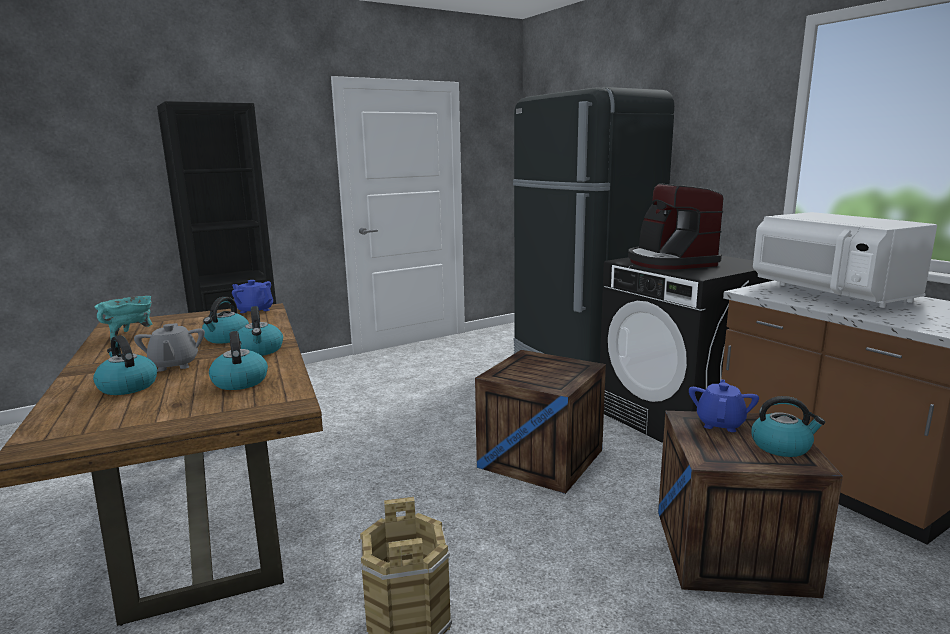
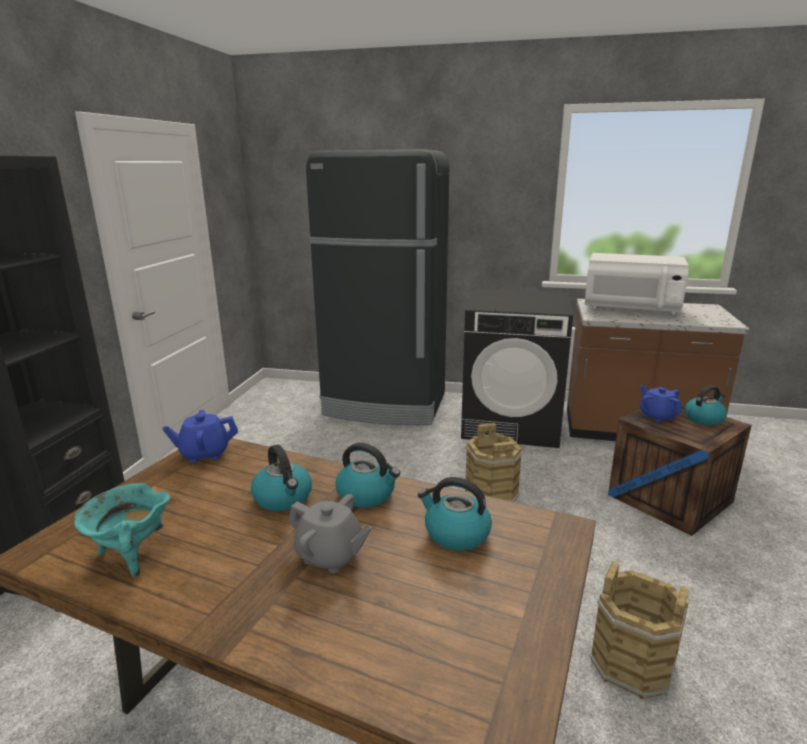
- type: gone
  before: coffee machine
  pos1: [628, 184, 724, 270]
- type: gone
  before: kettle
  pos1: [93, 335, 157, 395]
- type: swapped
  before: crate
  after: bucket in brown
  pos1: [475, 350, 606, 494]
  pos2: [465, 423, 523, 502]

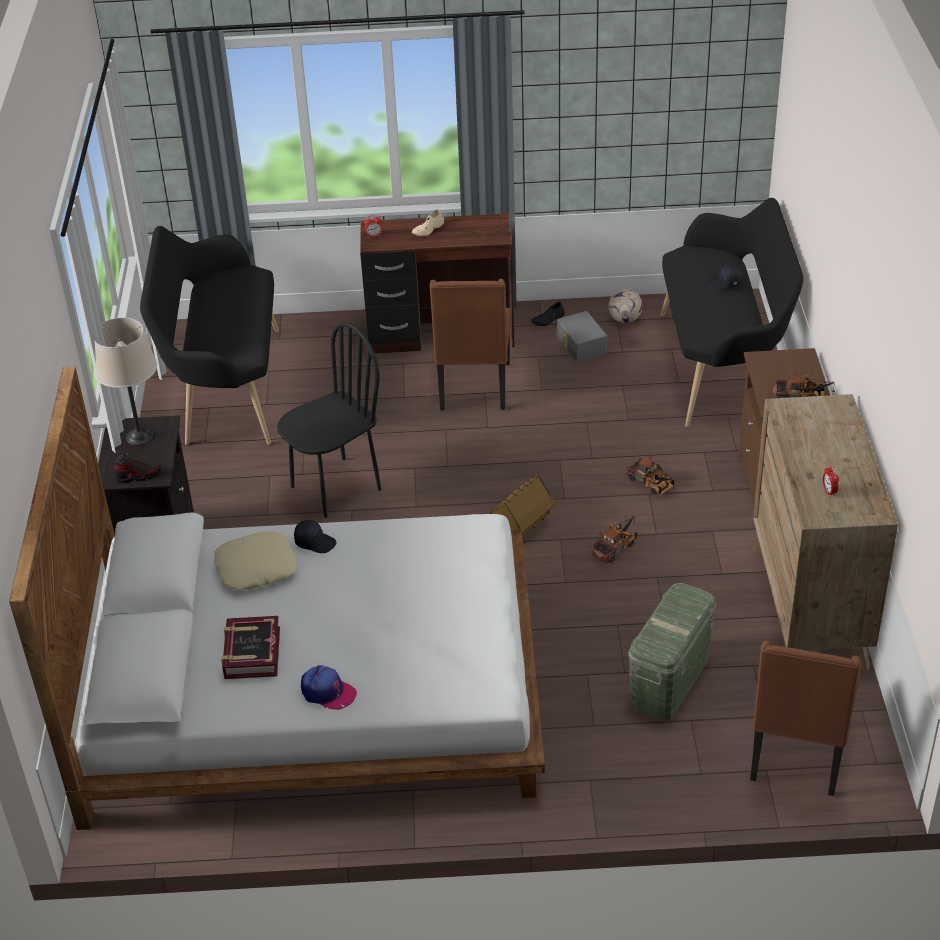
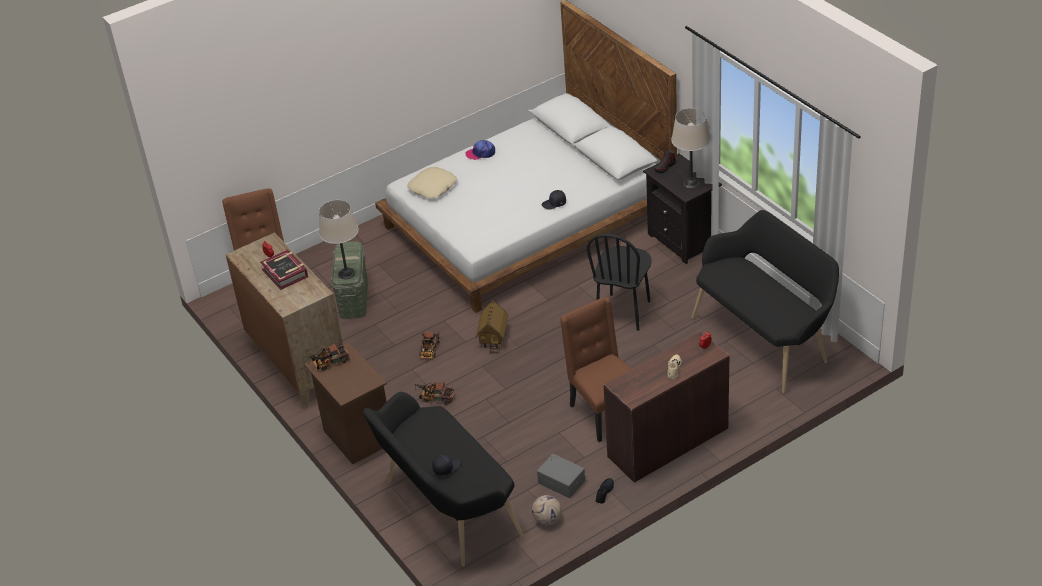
- type: shifted
  before: pillow in beige
  pos1: [214, 531, 297, 590]
  pos2: [407, 167, 457, 198]
- type: shifted
  before: book
  pos1: [221, 616, 280, 679]
  pos2: [260, 249, 308, 290]
- type: new
  after: table lamp in beige
  pos2: [319, 200, 359, 279]

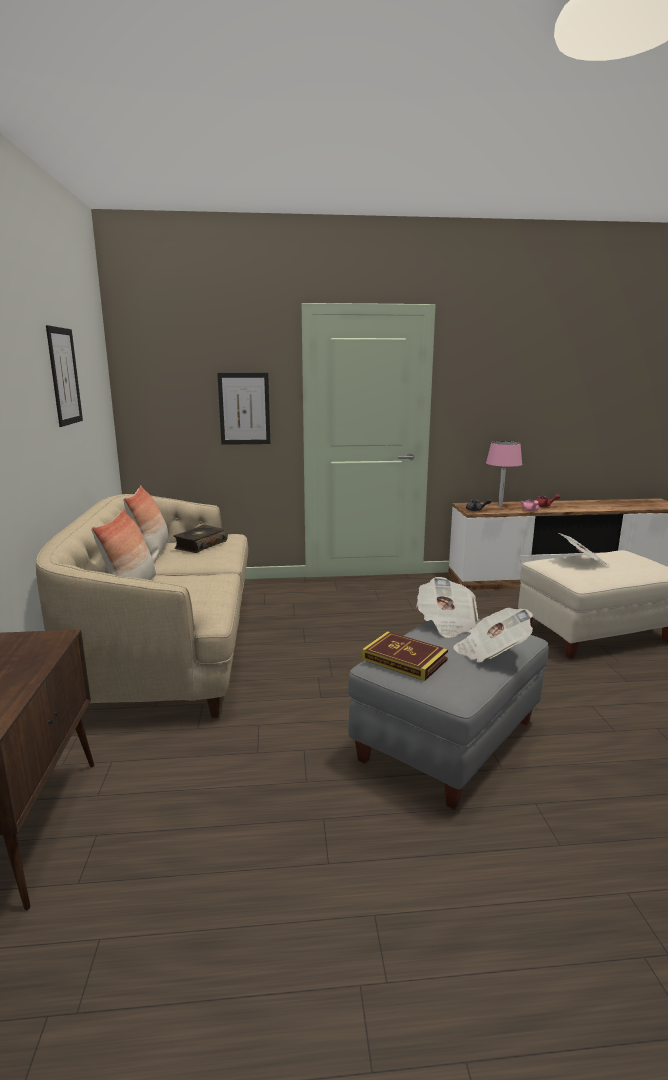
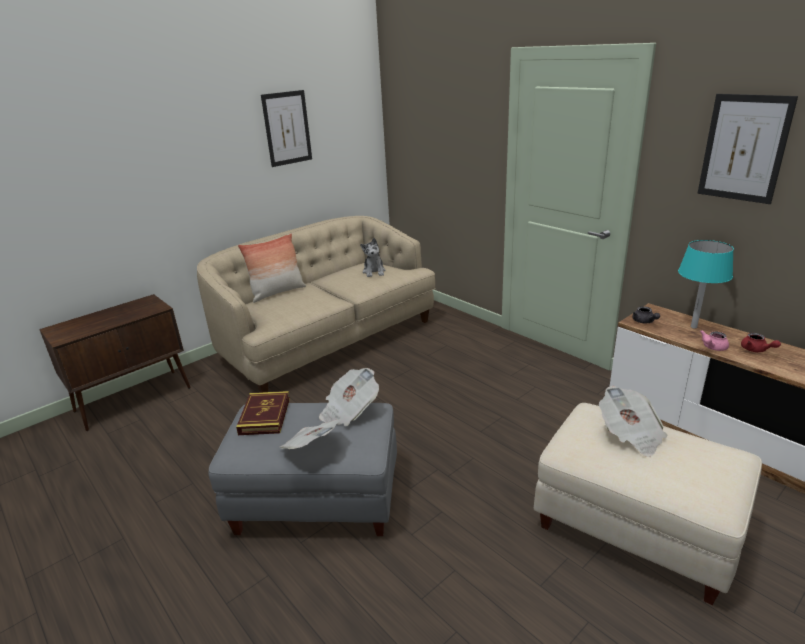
- type: shifted
  before: picture
  pos1: [217, 373, 270, 445]
  pos2: [698, 94, 798, 204]
- type: repainted
  before: table lamp in pink
  after: table lamp in turquoise
  pos1: [486, 441, 522, 506]
  pos2: [678, 240, 734, 329]
- type: gone
  before: pillow
  pos1: [123, 486, 168, 562]
- type: swapped
  before: book
  after: plush toy
  pos1: [173, 525, 228, 553]
  pos2: [360, 238, 386, 277]

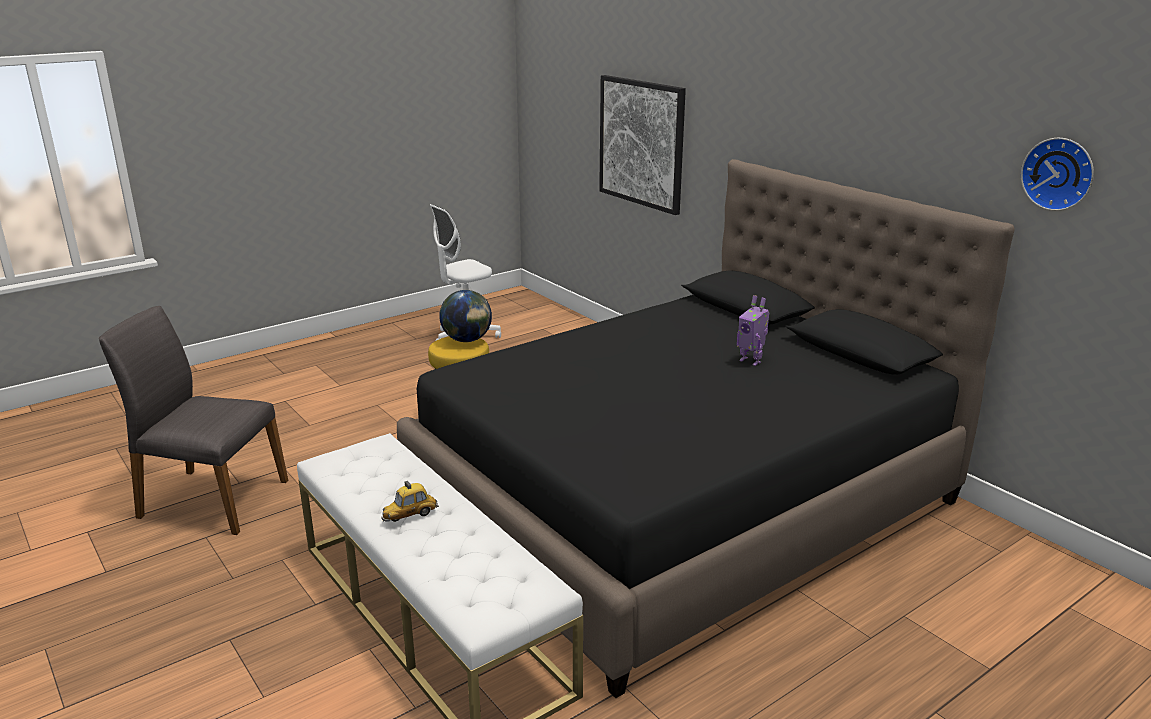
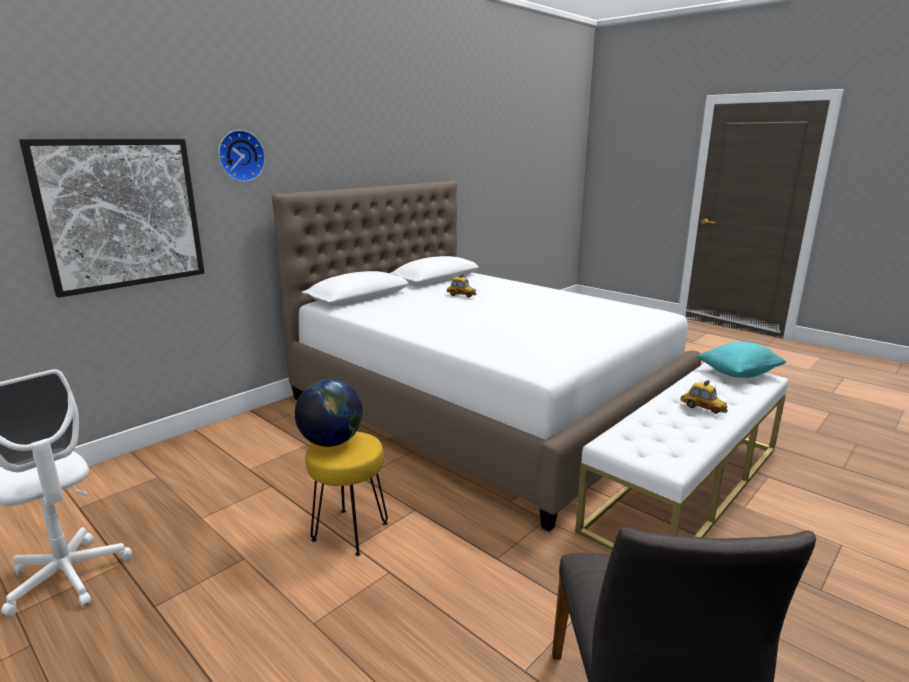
- type: shifted
  before: wall clock
  pos1: [1021, 138, 1094, 211]
  pos2: [218, 130, 265, 182]
- type: repainted
  before: bed in black
  after: bed in white
  pos1: [397, 159, 1015, 698]
  pos2: [272, 181, 701, 531]
- type: swapped
  before: toy robot
  after: toy car
  pos1: [737, 295, 769, 366]
  pos2: [446, 274, 476, 297]
- type: new
  after: pillow in turquoise
  pos2: [696, 342, 786, 378]

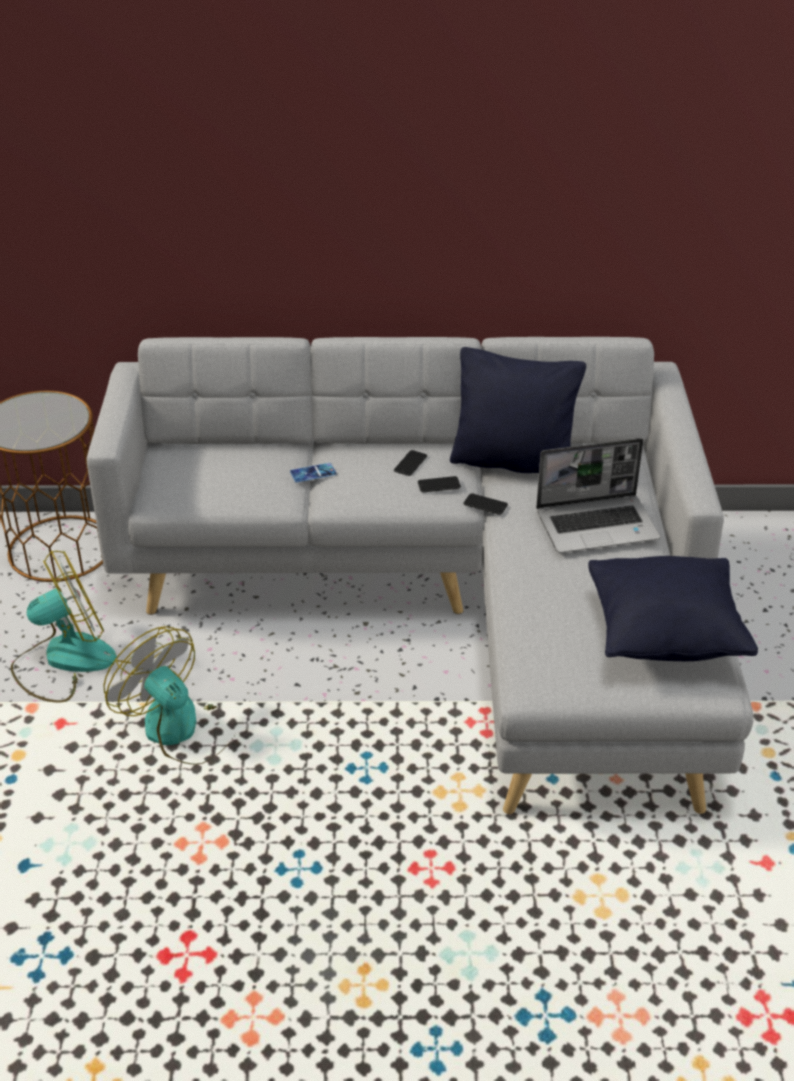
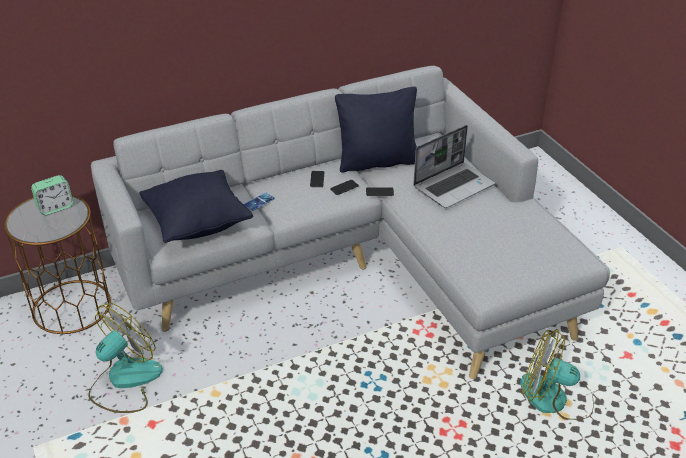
- type: shifted
  before: pillow in black
  pos1: [588, 556, 758, 661]
  pos2: [140, 170, 253, 243]
- type: shifted
  before: fan
  pos1: [103, 626, 234, 765]
  pos2: [520, 329, 594, 420]
- type: new
  after: alarm clock
  pos2: [31, 175, 73, 215]

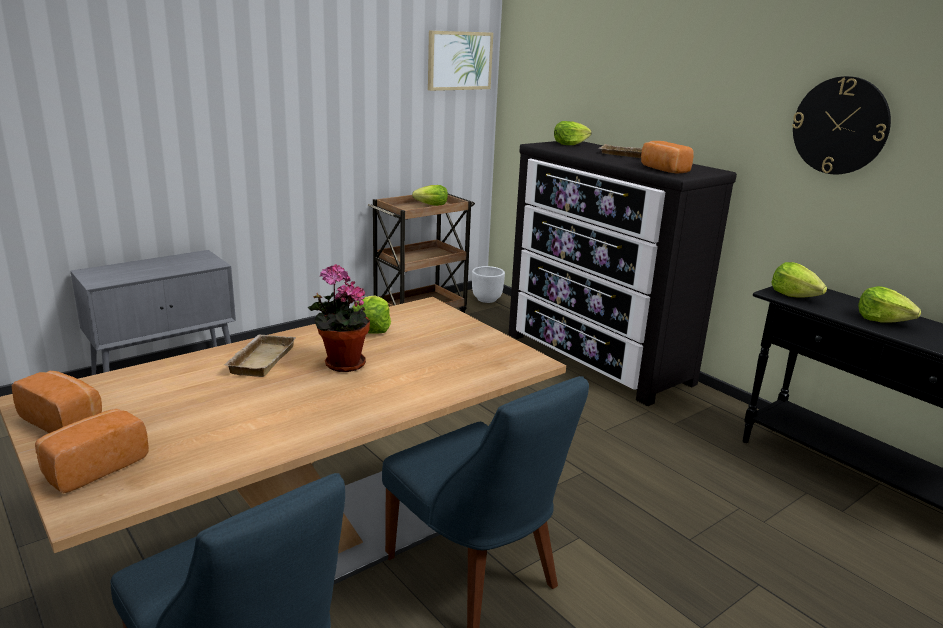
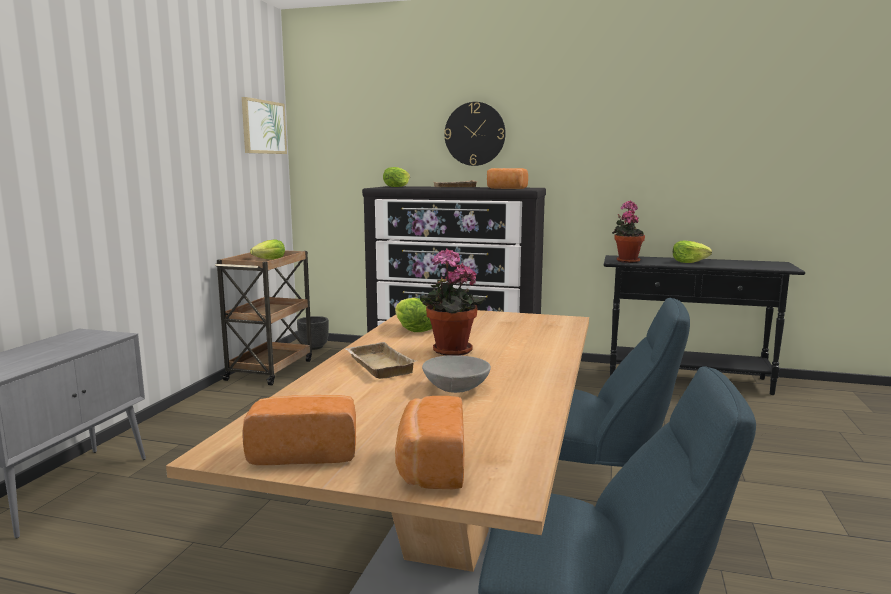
- type: shifted
  before: wall clock
  pos1: [792, 76, 891, 174]
  pos2: [444, 102, 506, 166]
- type: swapped
  before: lettuce
  after: potted plant
  pos1: [771, 262, 827, 297]
  pos2: [612, 200, 645, 263]
- type: repainted
  before: planter in white
  after: planter in black
  pos1: [472, 266, 505, 303]
  pos2: [297, 316, 329, 350]
- type: new
  after: bowl in grey
  pos2: [422, 355, 491, 393]

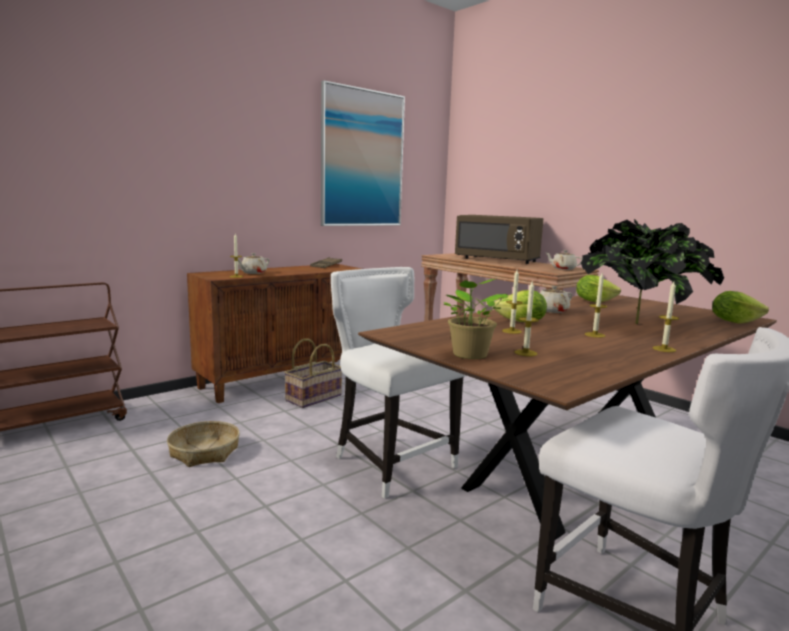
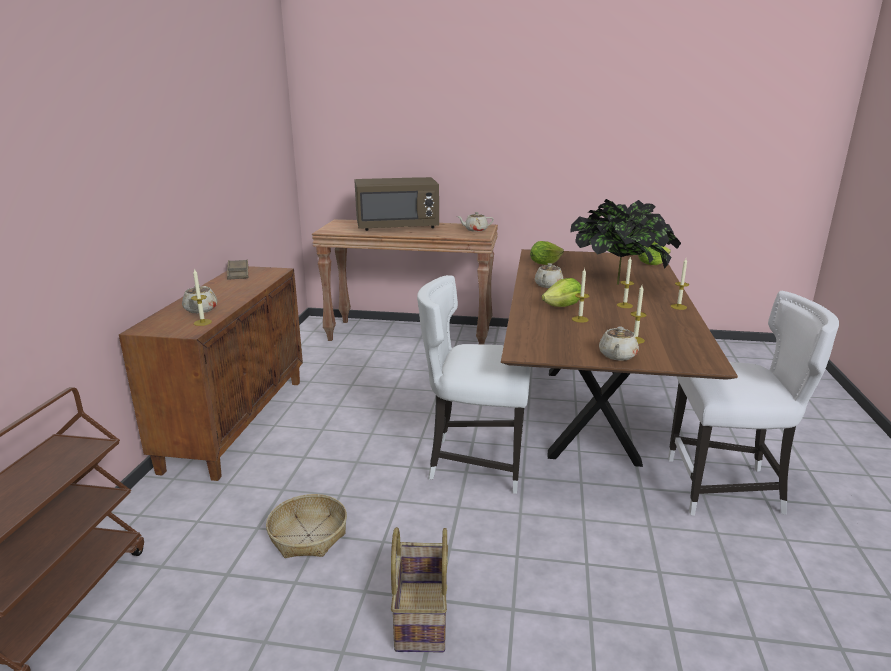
- type: gone
  before: picture
  pos1: [321, 80, 405, 226]
- type: swapped
  before: potted plant
  after: teapot in beige
  pos1: [443, 279, 510, 359]
  pos2: [599, 327, 639, 361]
- type: shifted
  before: basket
  pos1: [284, 338, 342, 408]
  pos2: [391, 527, 448, 653]

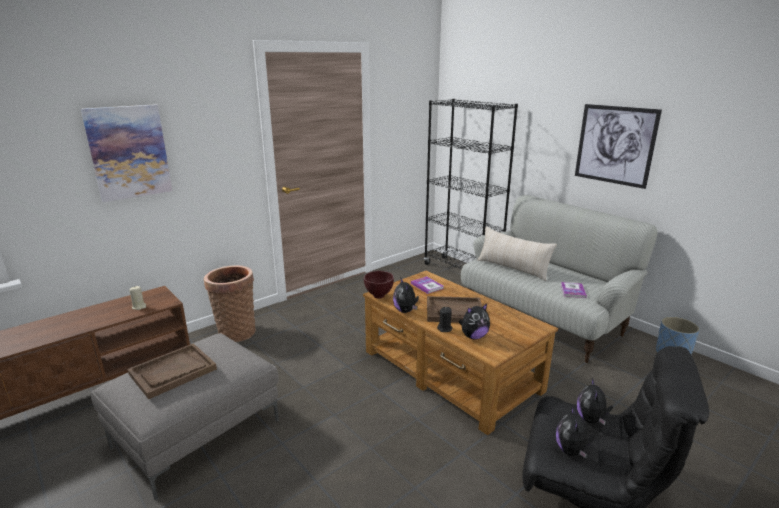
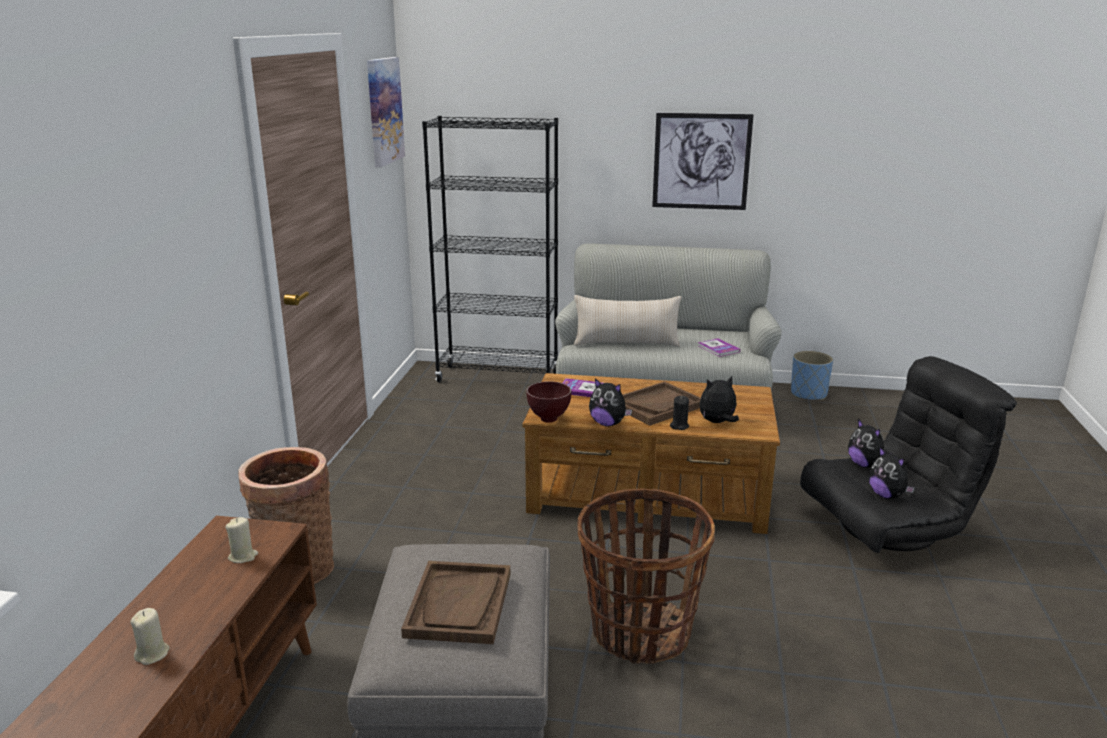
- type: shifted
  before: picture
  pos1: [81, 104, 172, 202]
  pos2: [367, 57, 405, 168]
- type: rotated
  before: plush toy
  pos1: [459, 304, 490, 340]
  pos2: [699, 376, 739, 423]
  turn: -135
- type: new
  after: basket
  pos2: [578, 488, 715, 664]
- type: new
  after: candle in beige
  pos2: [131, 608, 170, 665]

